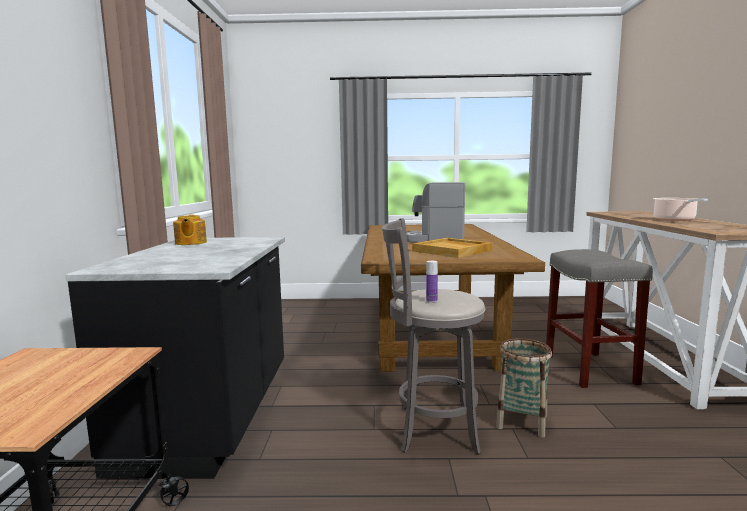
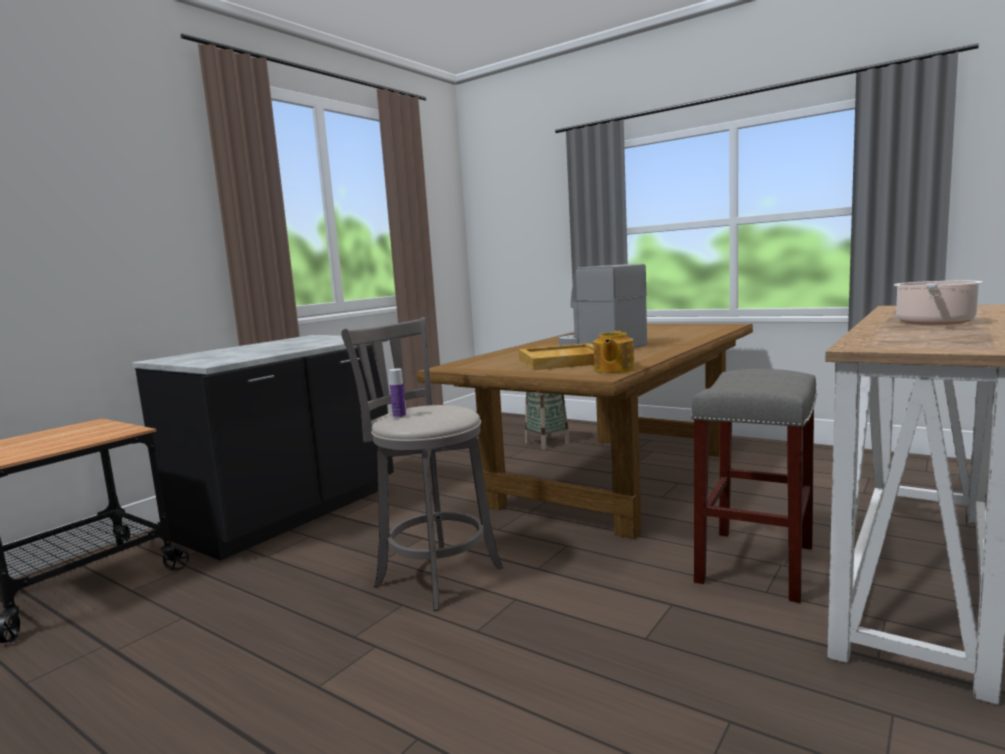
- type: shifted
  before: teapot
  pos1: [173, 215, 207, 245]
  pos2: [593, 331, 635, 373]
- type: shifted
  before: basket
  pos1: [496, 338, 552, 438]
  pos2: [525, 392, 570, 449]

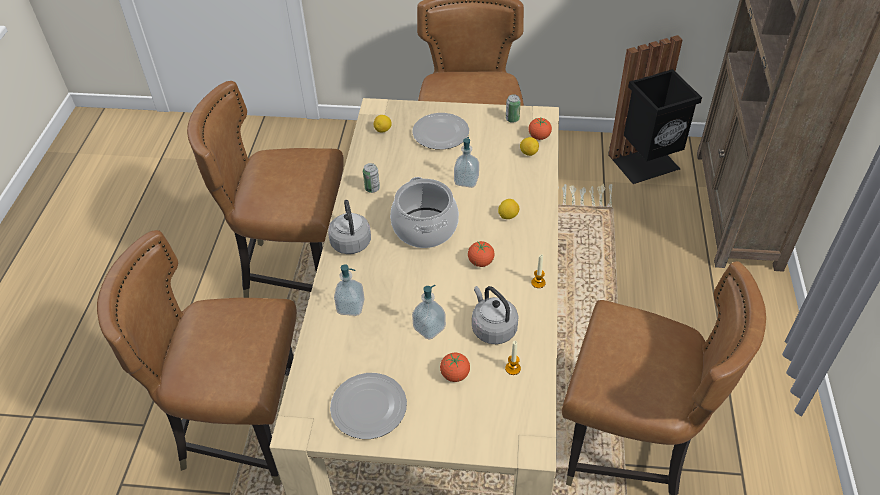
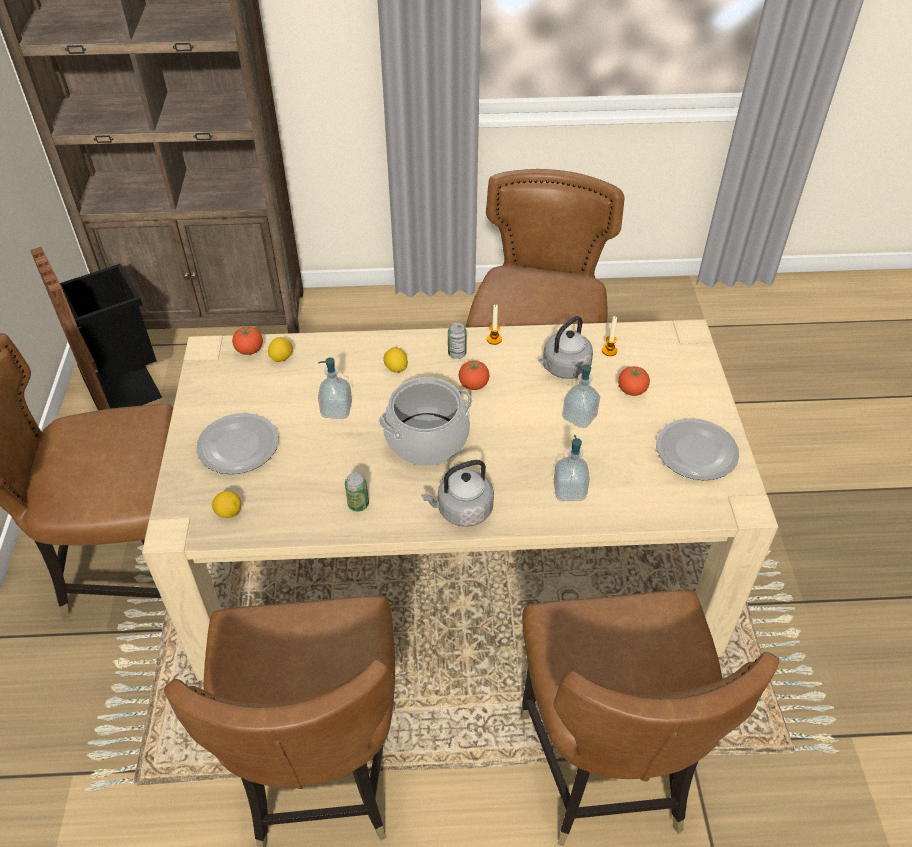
- type: shifted
  before: can
  pos1: [506, 94, 521, 123]
  pos2: [448, 323, 467, 359]

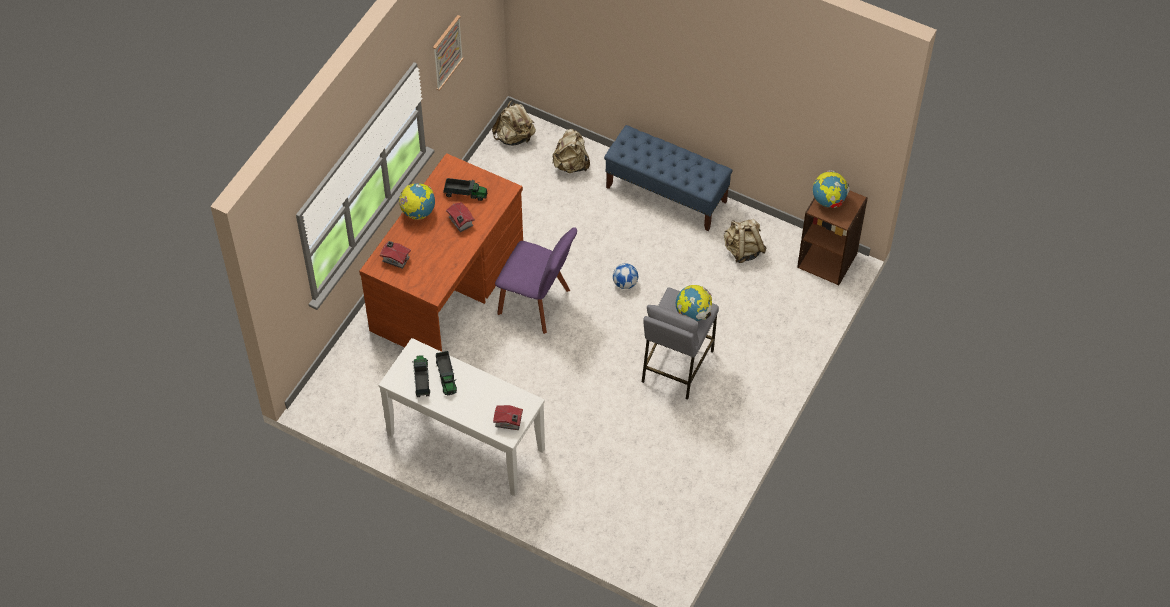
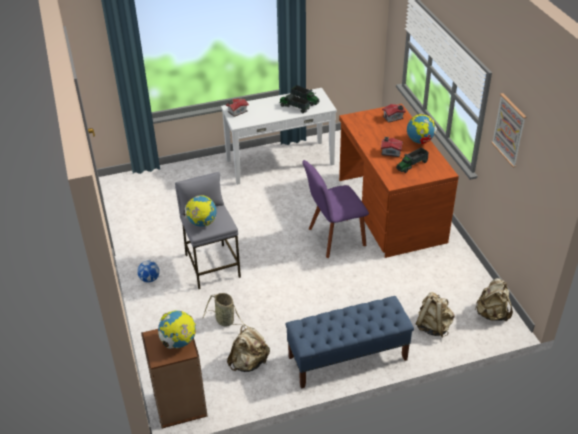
- type: shifted
  before: football
  pos1: [613, 263, 638, 289]
  pos2: [137, 261, 160, 283]
- type: new
  after: basket
  pos2: [203, 293, 249, 328]

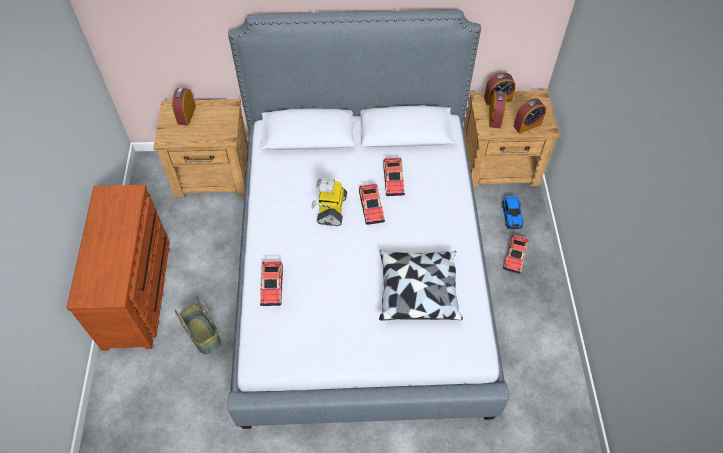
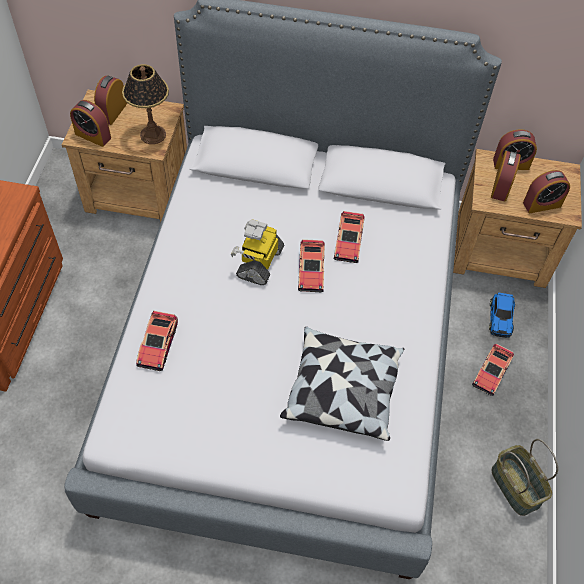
- type: shifted
  before: basket
  pos1: [174, 296, 221, 355]
  pos2: [492, 439, 558, 516]
- type: new
  after: table lamp
  pos2: [122, 64, 169, 144]
- type: new
  after: alarm clock
  pos2: [70, 100, 111, 147]

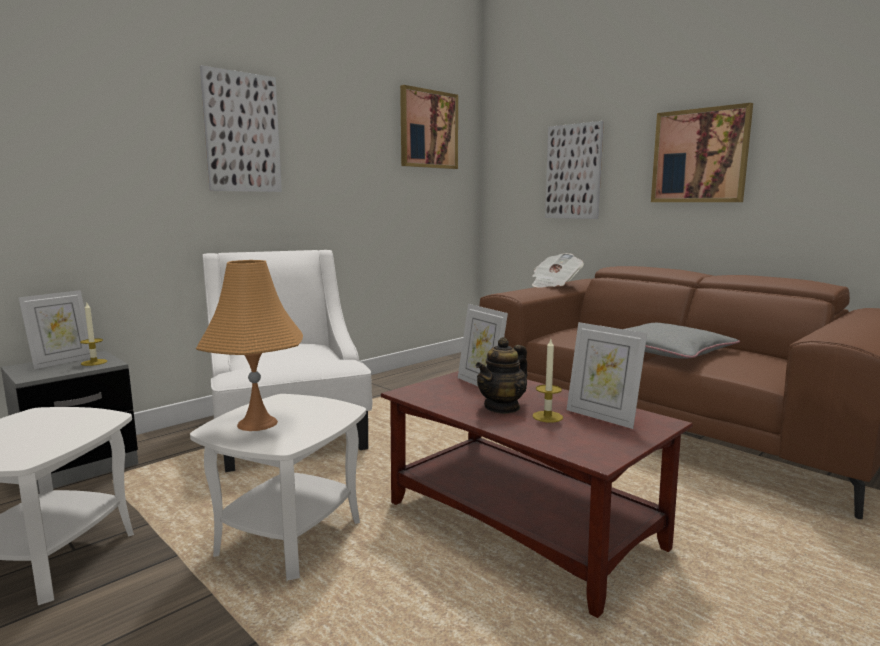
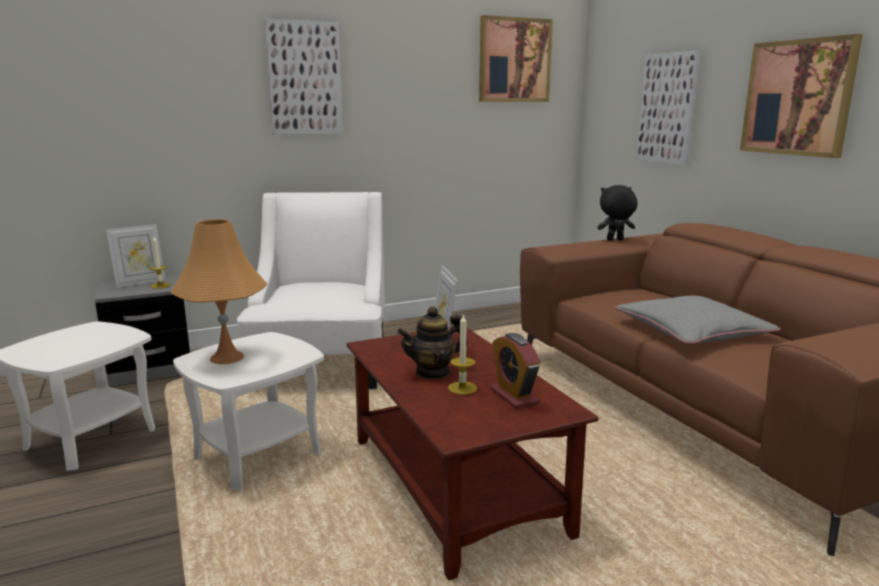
- type: swapped
  before: newspaper
  after: plush toy in black
  pos1: [532, 253, 584, 288]
  pos2: [597, 185, 638, 240]
- type: swapped
  before: picture frame
  after: alarm clock
  pos1: [567, 322, 647, 429]
  pos2: [490, 333, 541, 409]

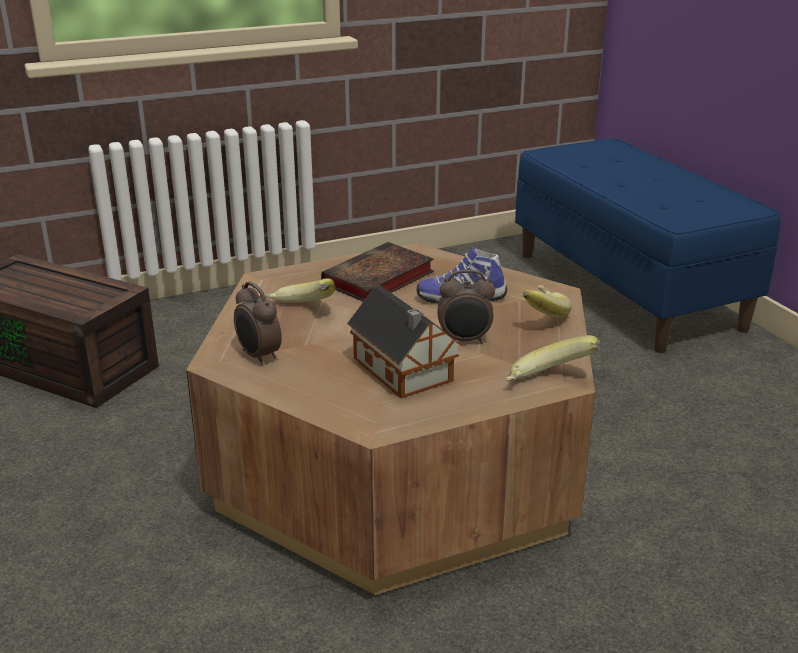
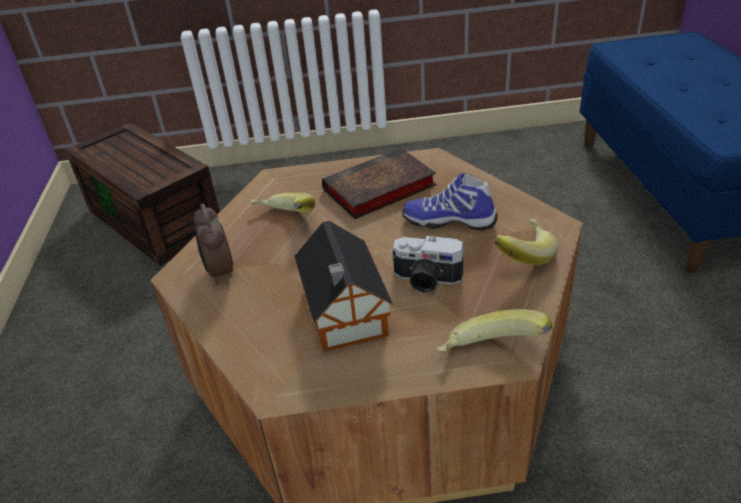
- type: swapped
  before: alarm clock
  after: photo camera
  pos1: [437, 270, 495, 344]
  pos2: [393, 236, 464, 293]

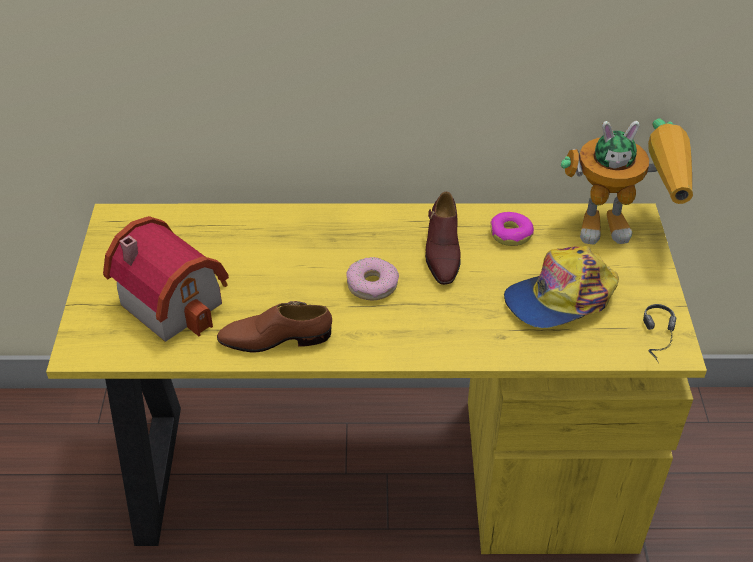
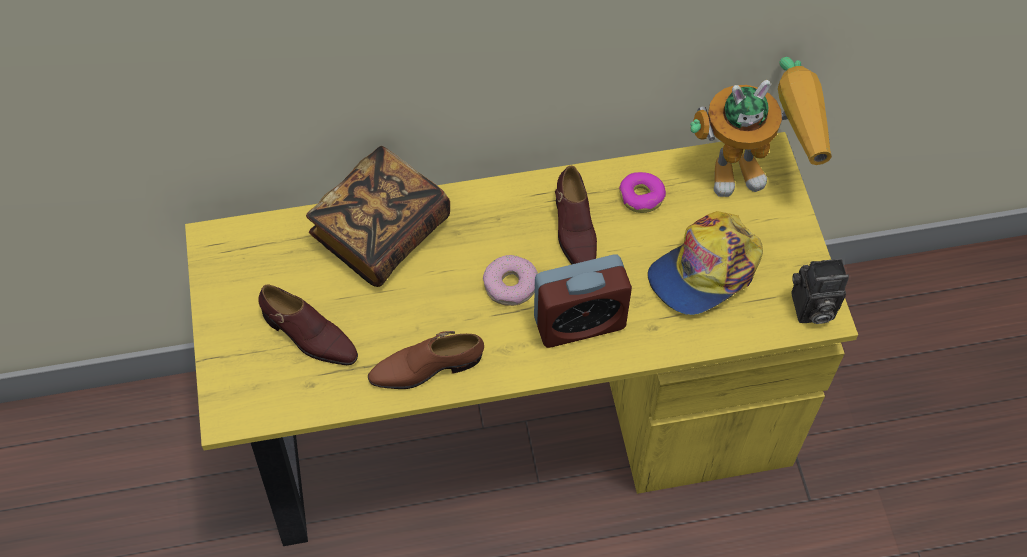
- type: swapped
  before: toy house
  after: shoe in brown
  pos1: [103, 216, 229, 342]
  pos2: [258, 284, 358, 365]
- type: swapped
  before: headphones
  after: photo camera
  pos1: [643, 304, 676, 363]
  pos2: [792, 259, 849, 324]
- type: new
  after: book
  pos2: [306, 146, 450, 287]
- type: new
  after: alarm clock
  pos2: [534, 255, 632, 348]

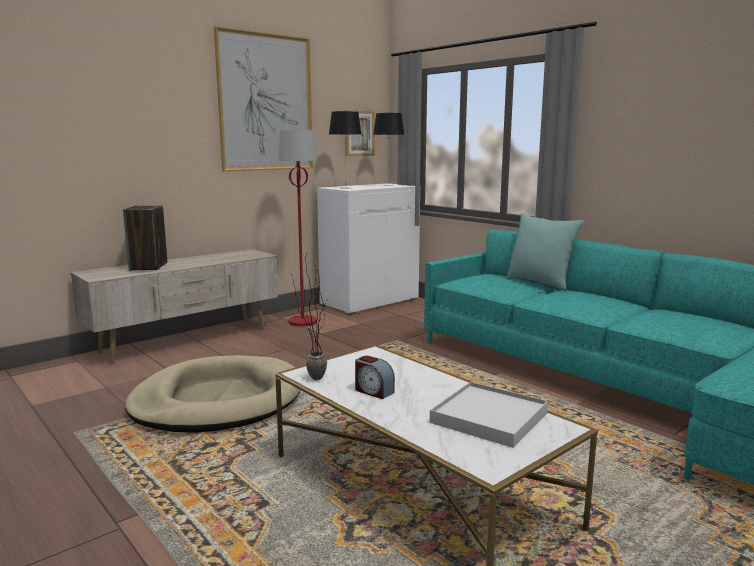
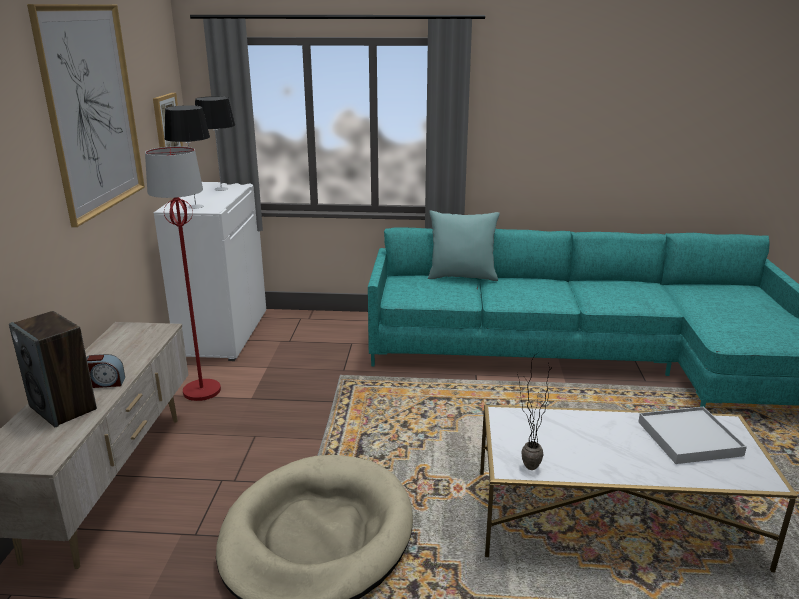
- type: shifted
  before: alarm clock
  pos1: [355, 356, 395, 399]
  pos2: [86, 354, 125, 388]

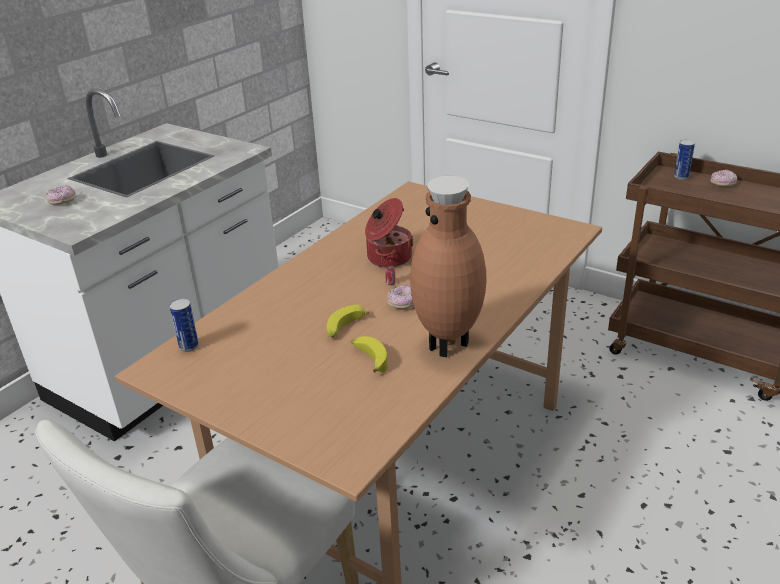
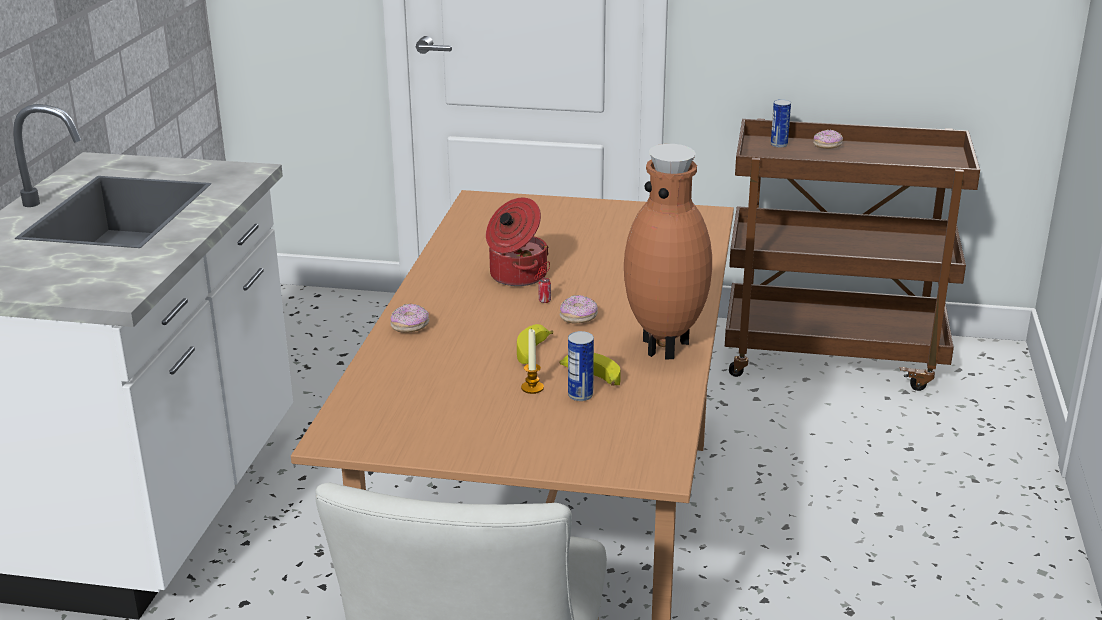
- type: shifted
  before: donut
  pos1: [46, 185, 75, 205]
  pos2: [390, 304, 429, 333]
- type: shifted
  before: can
  pos1: [169, 299, 199, 352]
  pos2: [568, 331, 594, 401]
- type: new
  after: candle
  pos2: [521, 329, 544, 394]

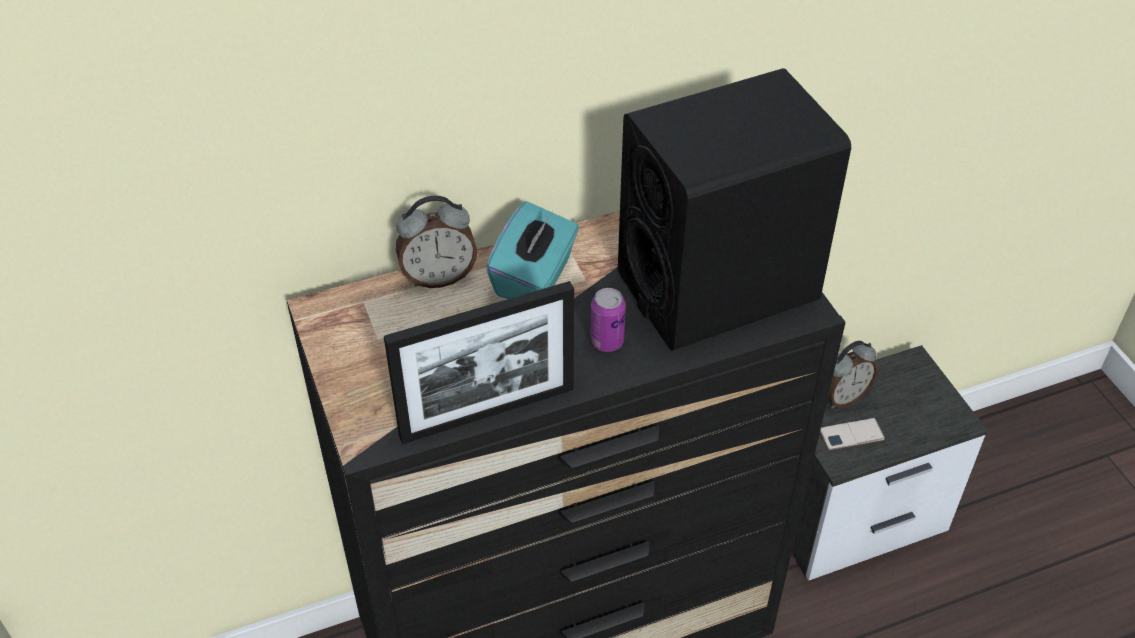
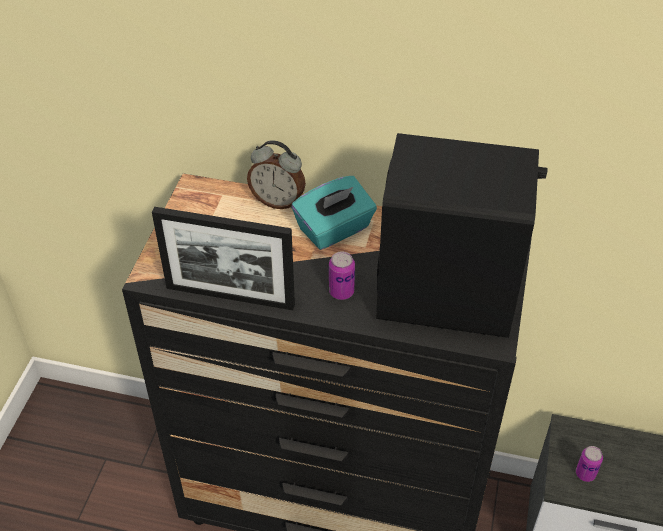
- type: gone
  before: alarm clock
  pos1: [828, 341, 878, 409]
- type: swapped
  before: phone
  after: can
  pos1: [820, 418, 885, 450]
  pos2: [576, 446, 603, 482]

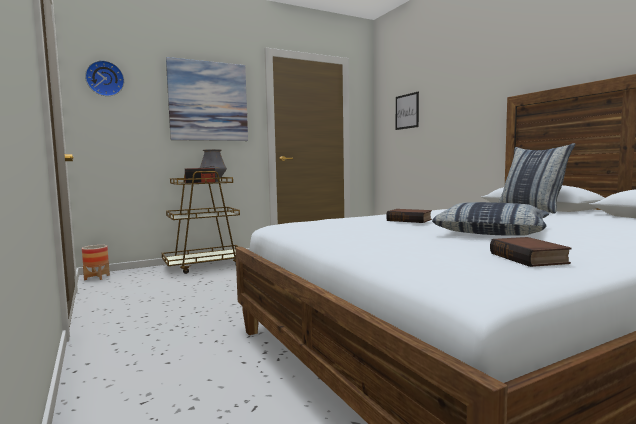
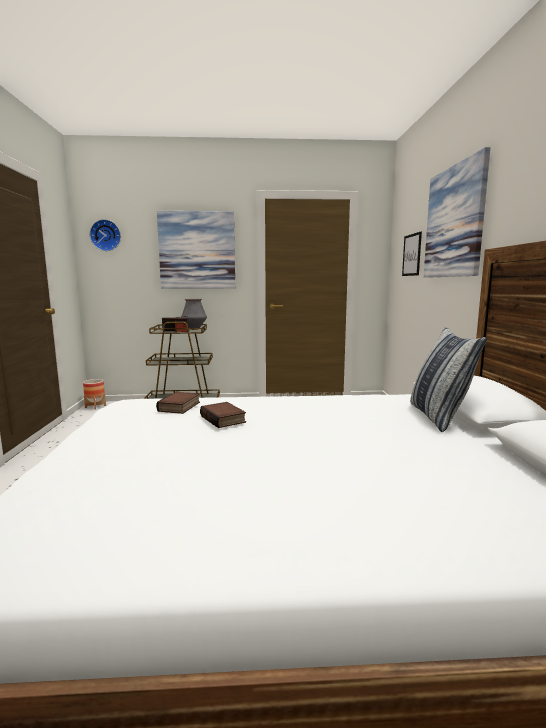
- type: gone
  before: pillow
  pos1: [432, 202, 549, 236]
- type: shifted
  before: book
  pos1: [490, 237, 571, 267]
  pos2: [156, 392, 200, 414]
- type: new
  after: picture
  pos2: [424, 147, 490, 278]

